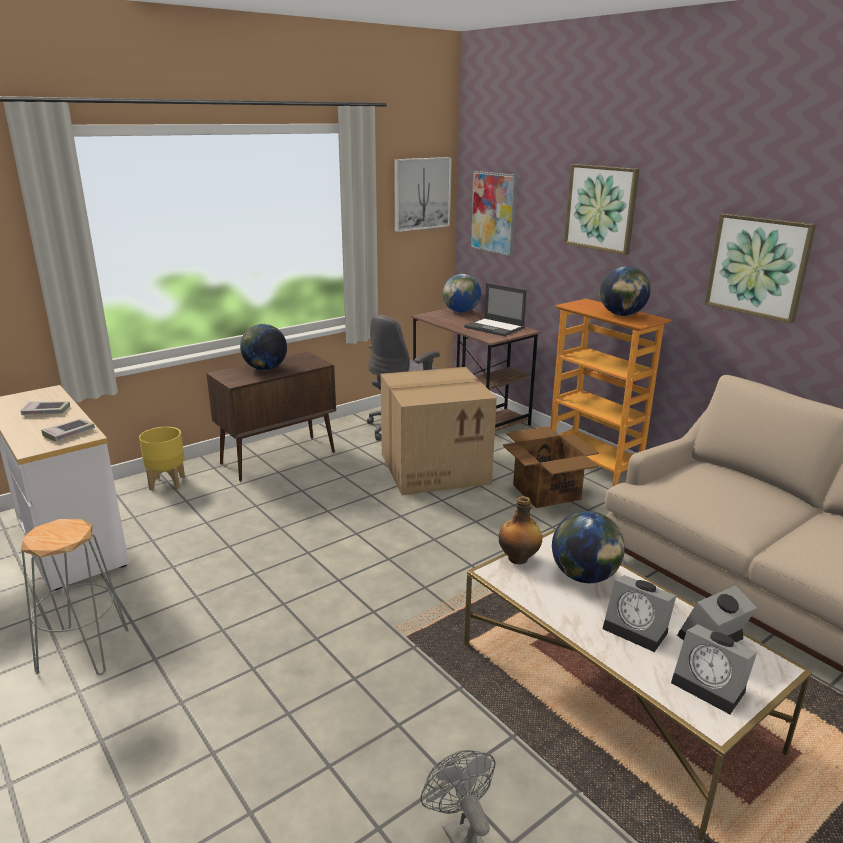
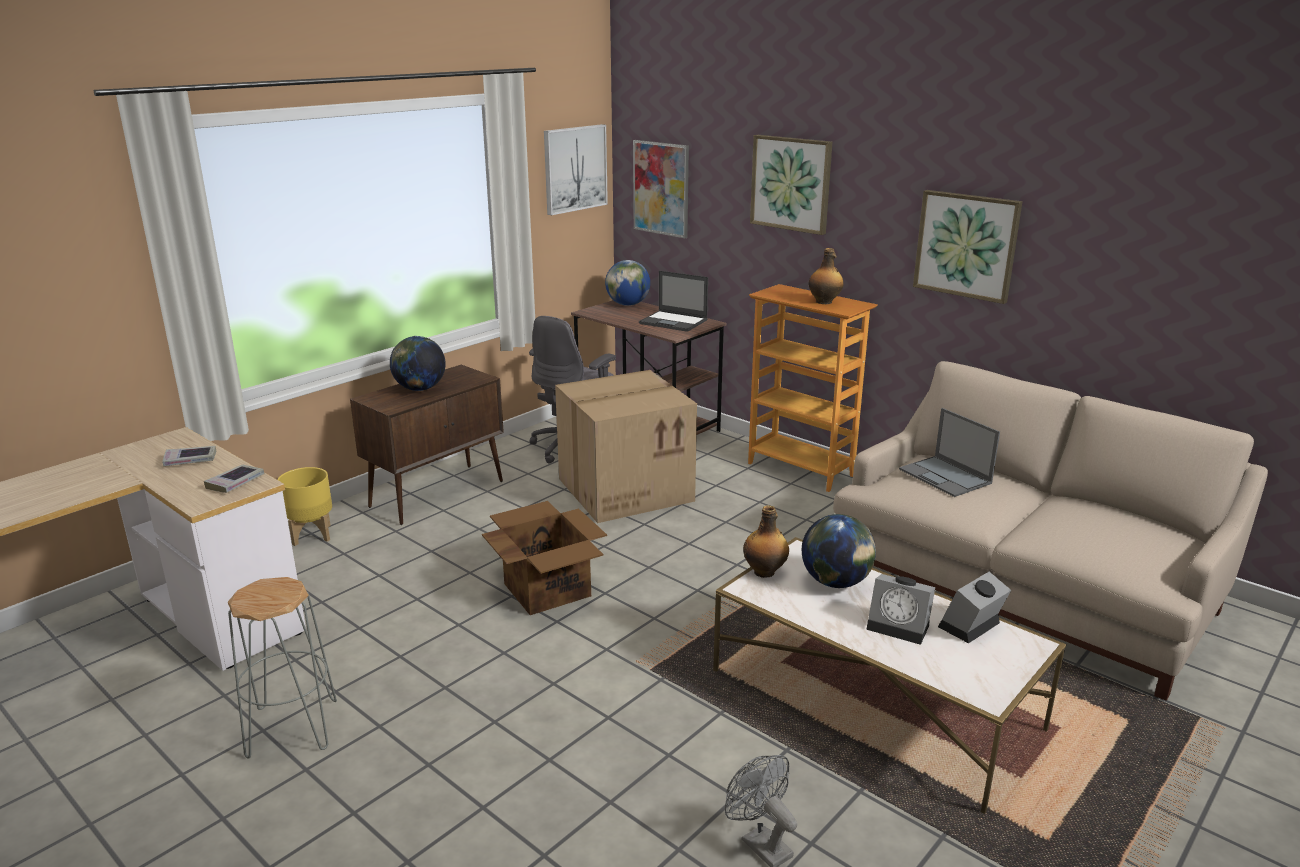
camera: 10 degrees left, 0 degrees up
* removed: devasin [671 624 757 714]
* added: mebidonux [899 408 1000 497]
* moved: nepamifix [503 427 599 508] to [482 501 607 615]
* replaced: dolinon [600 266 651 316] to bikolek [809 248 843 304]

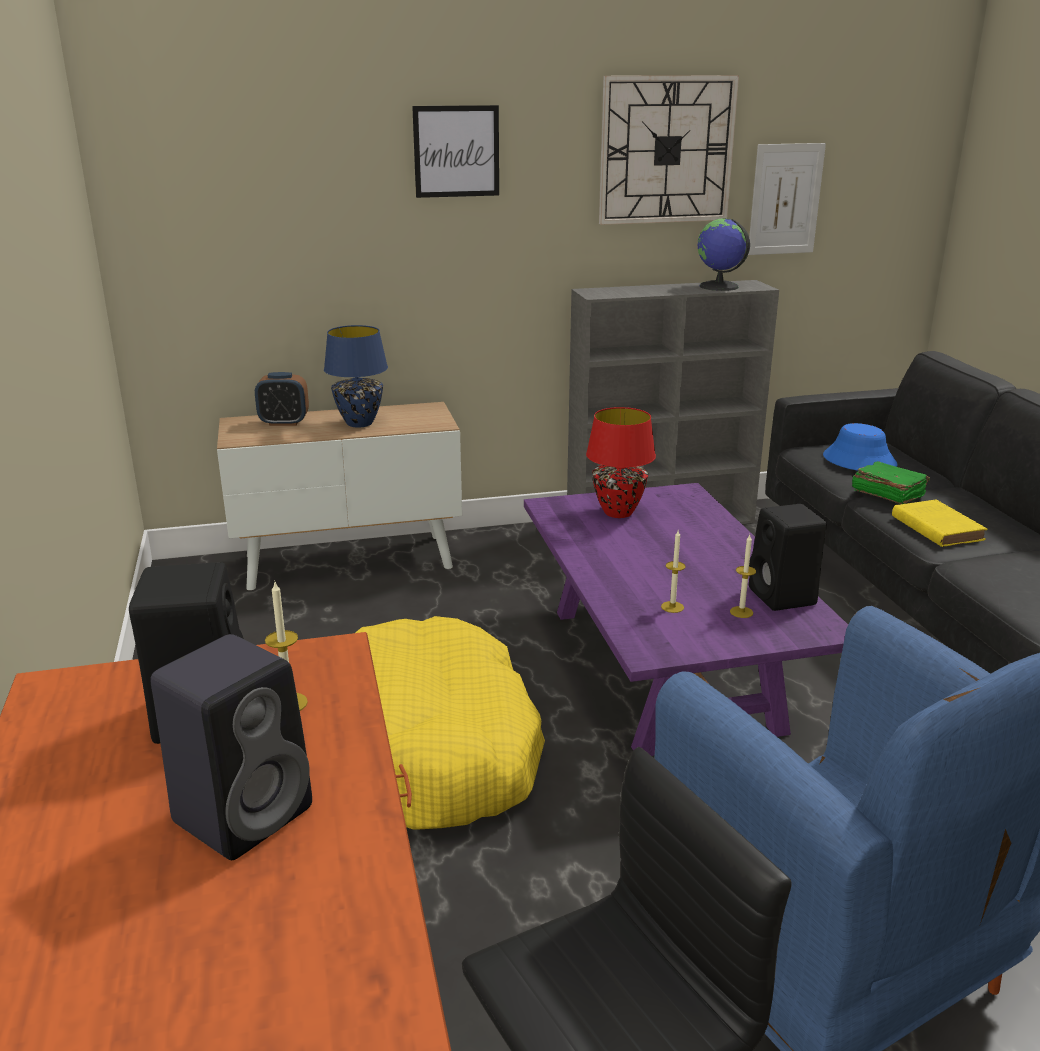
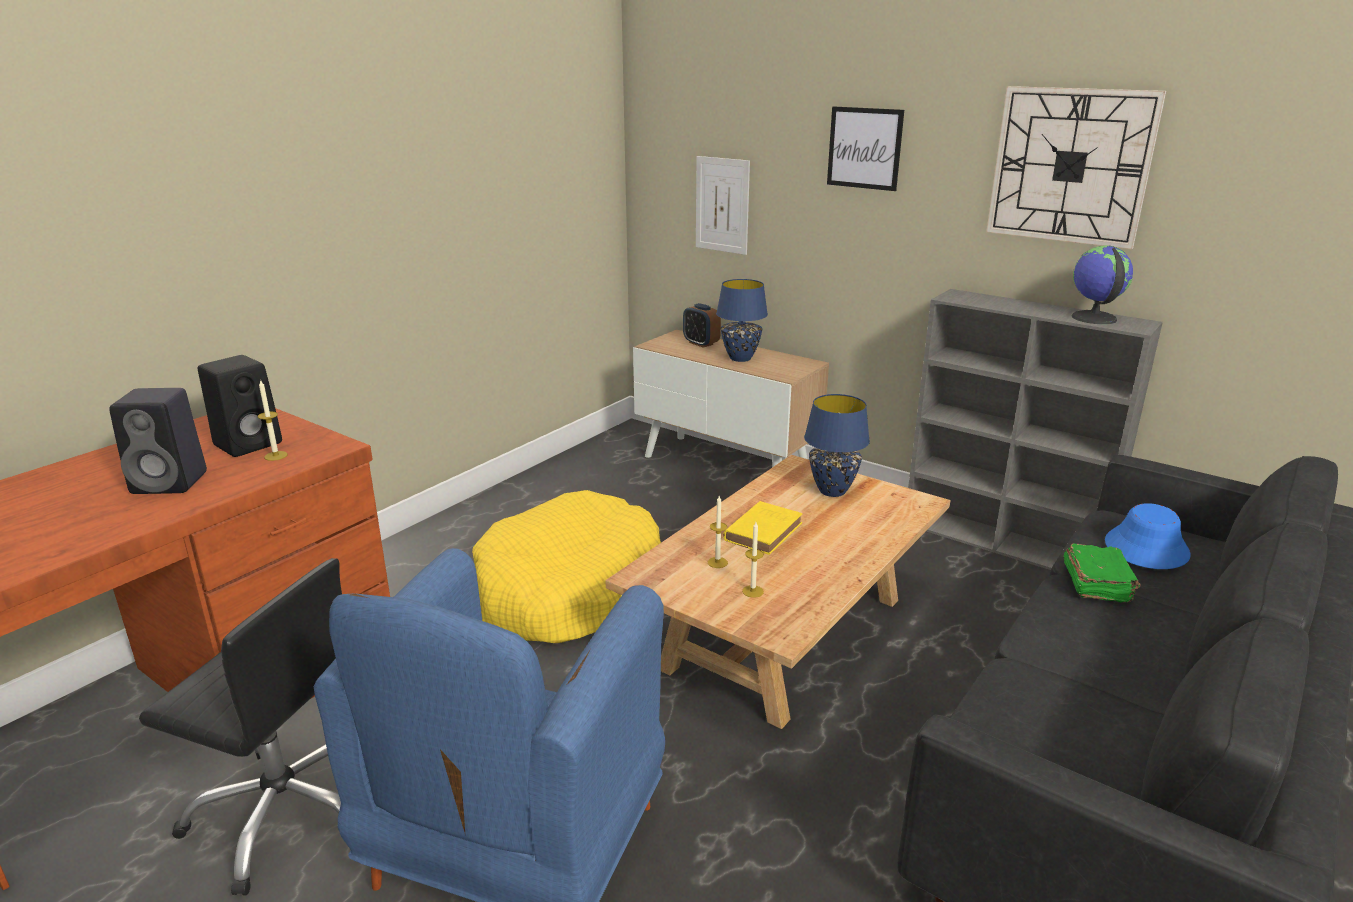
camera: 50 degrees right, 0 degrees up
* removed: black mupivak [749 504 827 611]
* moved: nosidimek [748 143 826 255] to [696 156 750 255]
* moved: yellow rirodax [892 500 987 547] to [723 501 802 555]
* recoloured: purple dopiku [524 483 848 756] to beige dopiku [605 455 950 729]
* recoloured: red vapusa [586 407 656 518] to blue vapusa [804 394 870 497]

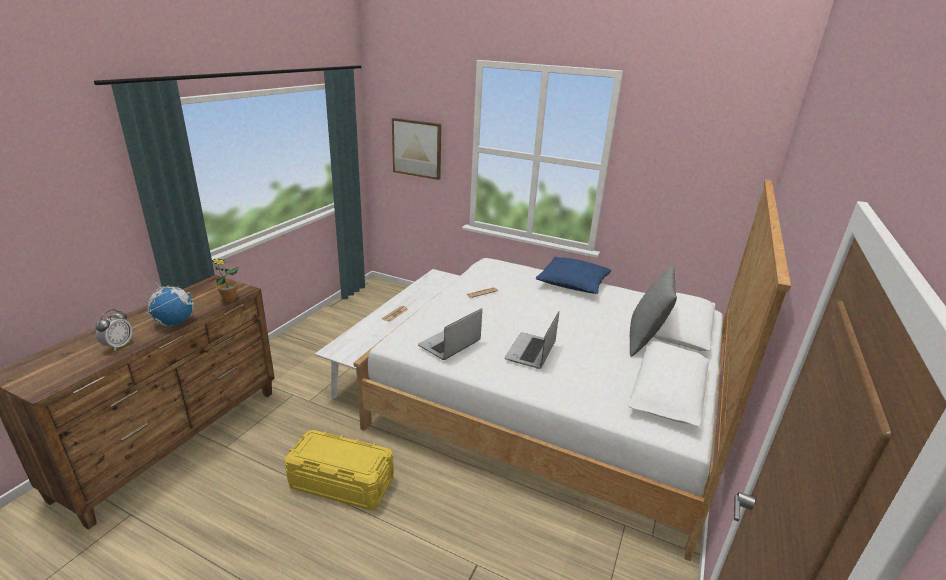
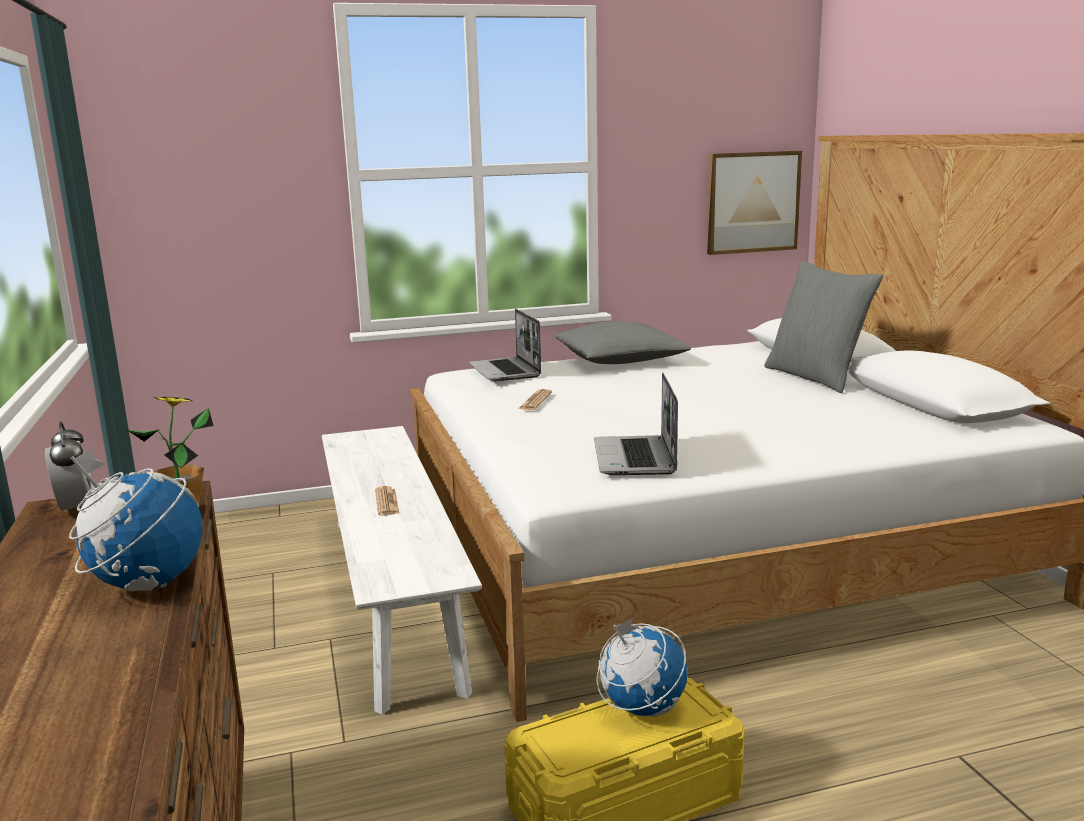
camera: 40 degrees left, 10 degrees down
* added: dolinon [596 618 687 717]
* moved: devasin [96 309 132 351] to [45 422 93 511]
* moved: nosidimek [392 118 441 180] to [707 151 802 255]
* moved: mebidonux [504 311 559 369] to [468 309 541 381]
* recoloured: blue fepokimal [535 257 611 294] to grey fepokimal [555 321 691 364]

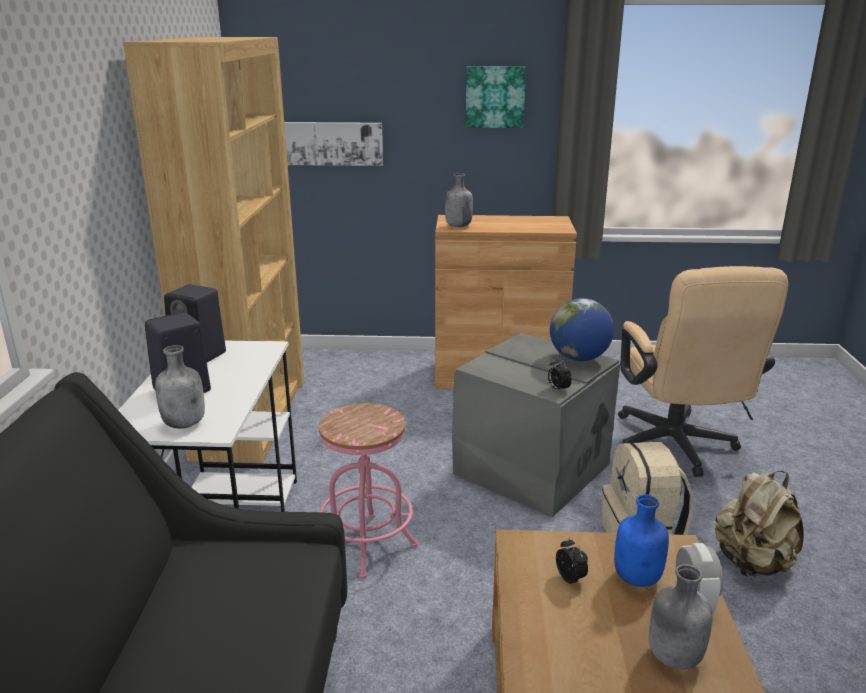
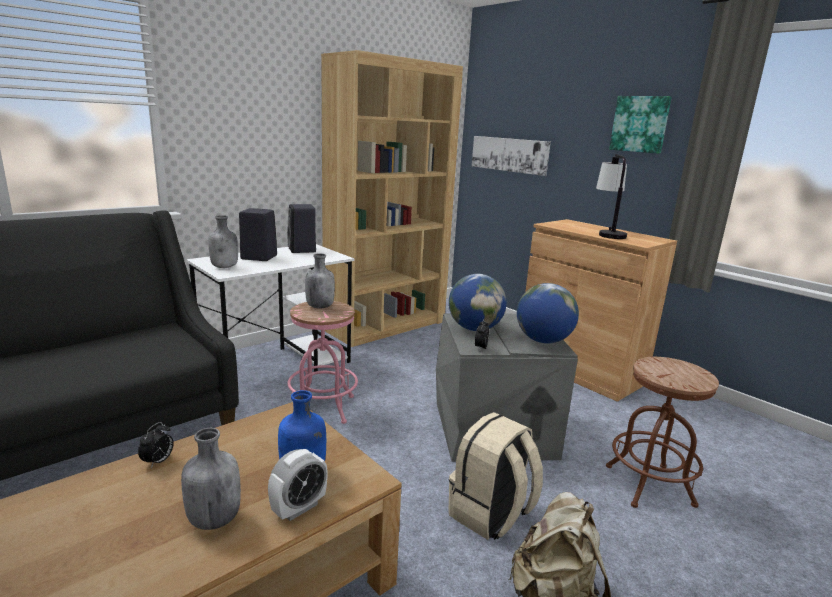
camera: 45 degrees right, 5 degrees down
* added: dolinon [449 274 507 331]
* added: vapusa [596 154 627 239]
* moved: grey bikolek [445 173 473 227] to [305 253 335 309]
* moved: devasin [556 538 588 585] to [138 422 174 468]
* replaced: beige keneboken [618 266 788 477] to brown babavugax [606 357 719 508]

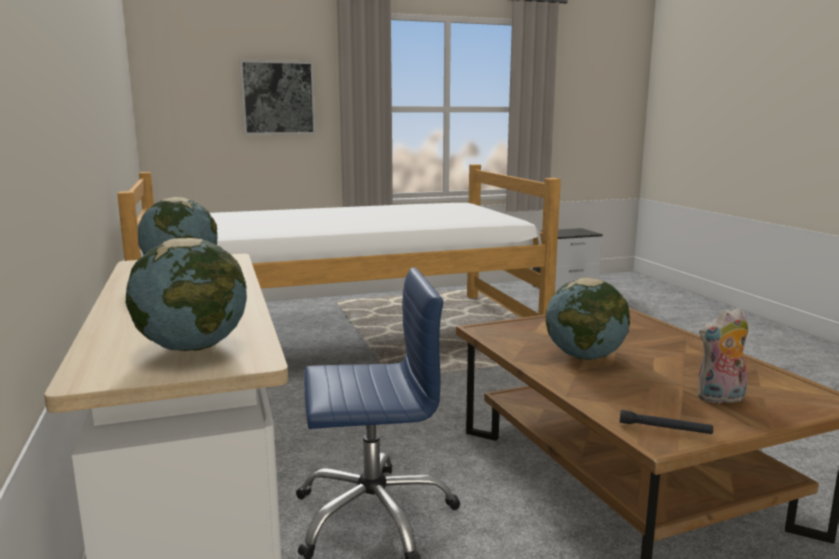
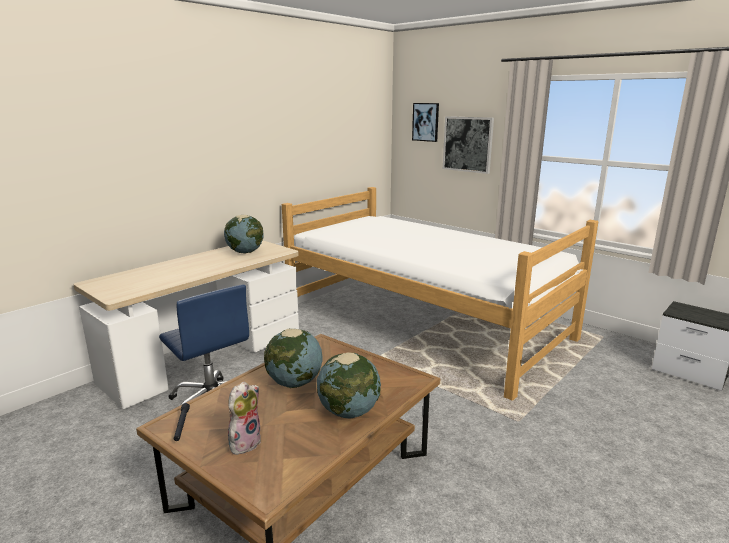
camera: 60 degrees right, 5 degrees up
* added: nosidimek [412 103 439 142]
* moved: dolinon [126 238 247 351] to [317 352 381 419]
* turned: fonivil [698 308 748 405] = [228 382 261 455] 75 degrees clockwise

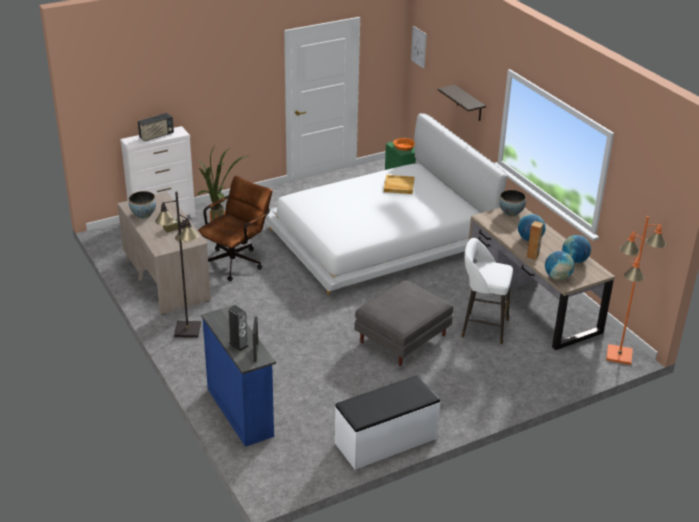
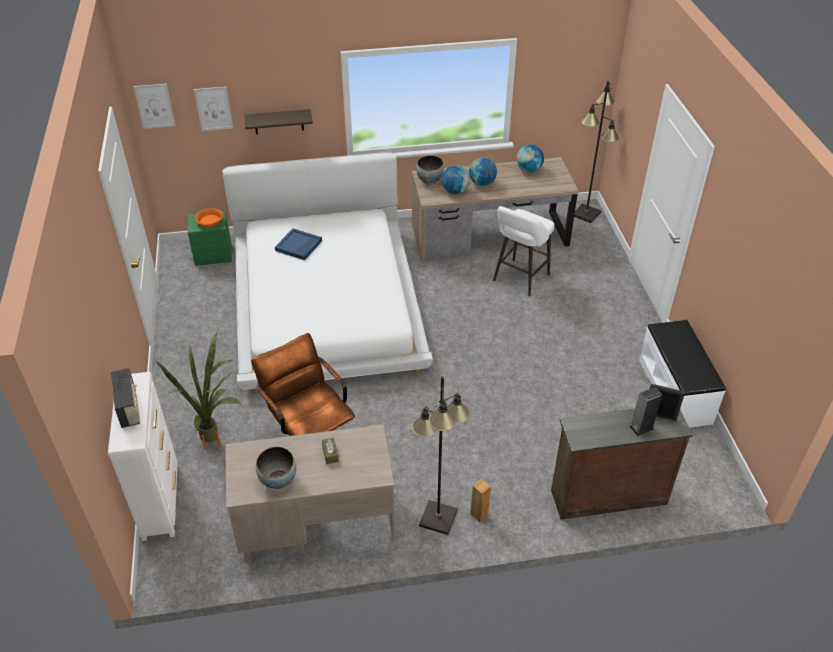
camera: 70 degrees left, 10 degrees up
* removed: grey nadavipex [355 281 453 366]
* added: nosidimek [194 87 233 131]
* moved: brown mupivak [527 221 544 260] to [470 479 491 522]
* moved: dolinon [545 251 574 280] to [442 165 470 194]
* recoloured: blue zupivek [201 305 276 447] to brown zupivek [551 408 693 520]
* recoloured: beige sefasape [384 175 414 194] to blue sefasape [275 228 322 260]
* recoloured: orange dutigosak [606 216 666 365] to black dutigosak [574 81 619 223]

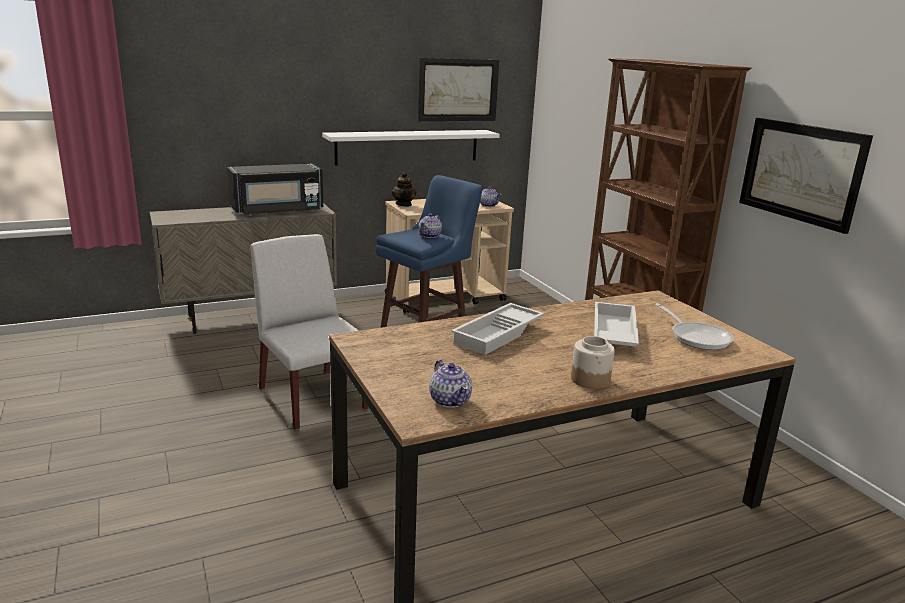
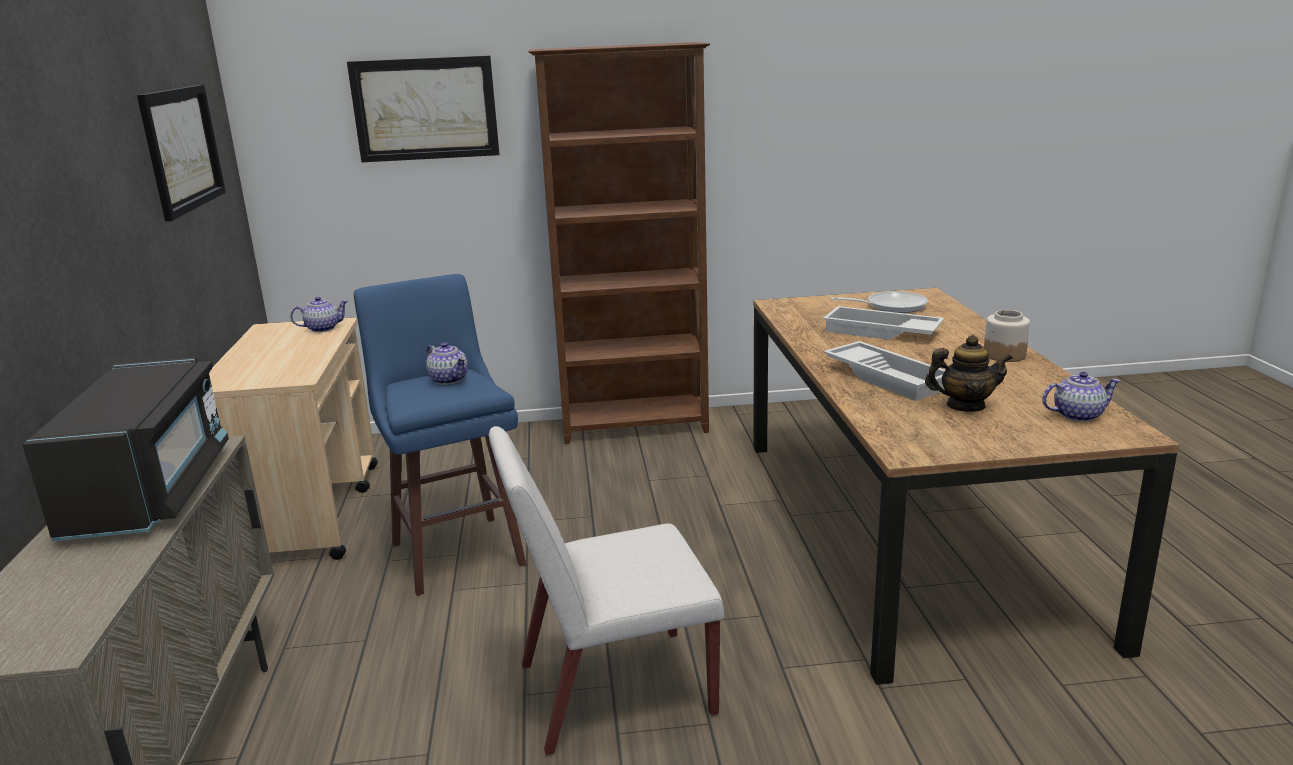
camera: 70 degrees left, 0 degrees up
* removed: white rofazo [322 130 500 165]
* moved: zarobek [392 172 416 206] to [925 335 1013 412]
* moved: nosidimek [739 118 873 234] to [347 55 500 162]

